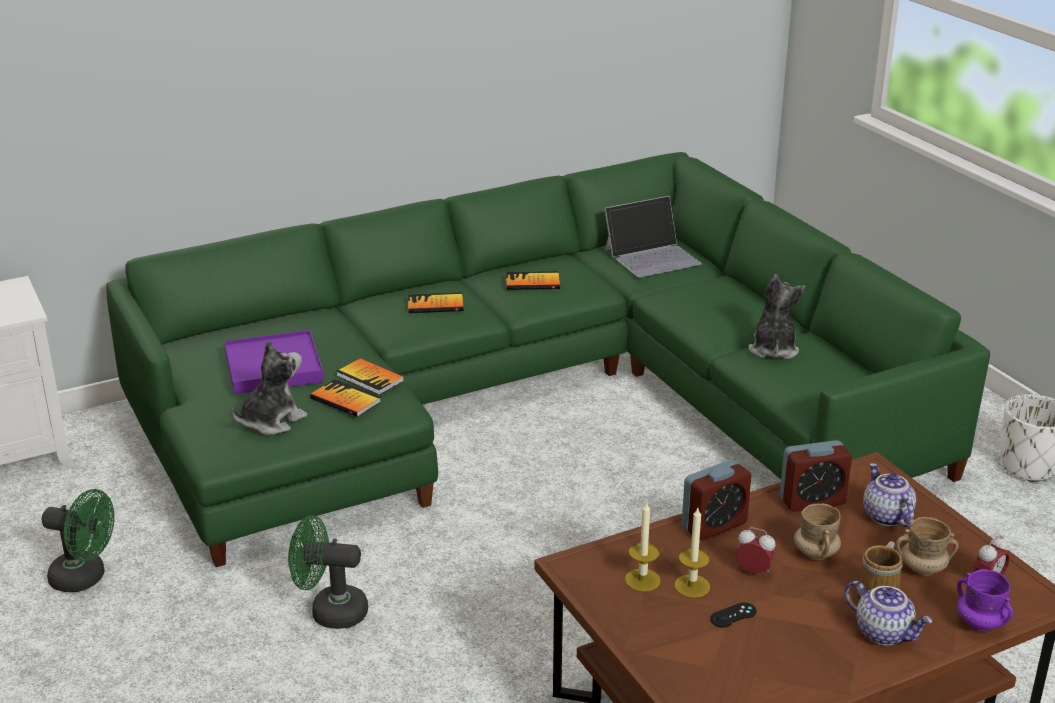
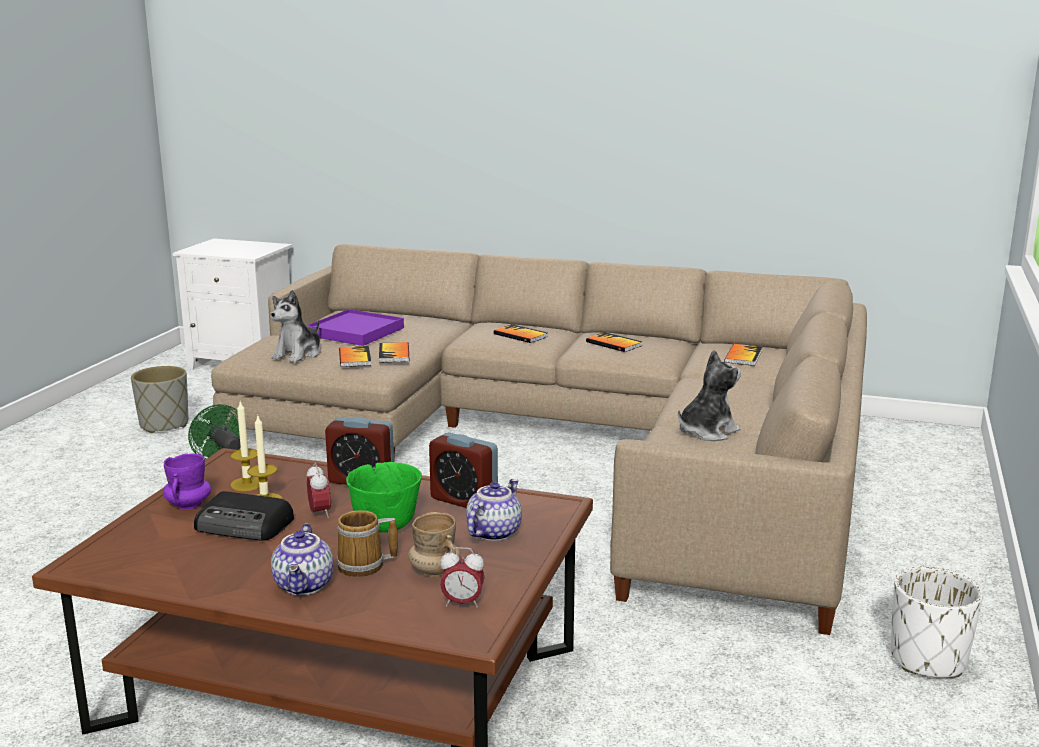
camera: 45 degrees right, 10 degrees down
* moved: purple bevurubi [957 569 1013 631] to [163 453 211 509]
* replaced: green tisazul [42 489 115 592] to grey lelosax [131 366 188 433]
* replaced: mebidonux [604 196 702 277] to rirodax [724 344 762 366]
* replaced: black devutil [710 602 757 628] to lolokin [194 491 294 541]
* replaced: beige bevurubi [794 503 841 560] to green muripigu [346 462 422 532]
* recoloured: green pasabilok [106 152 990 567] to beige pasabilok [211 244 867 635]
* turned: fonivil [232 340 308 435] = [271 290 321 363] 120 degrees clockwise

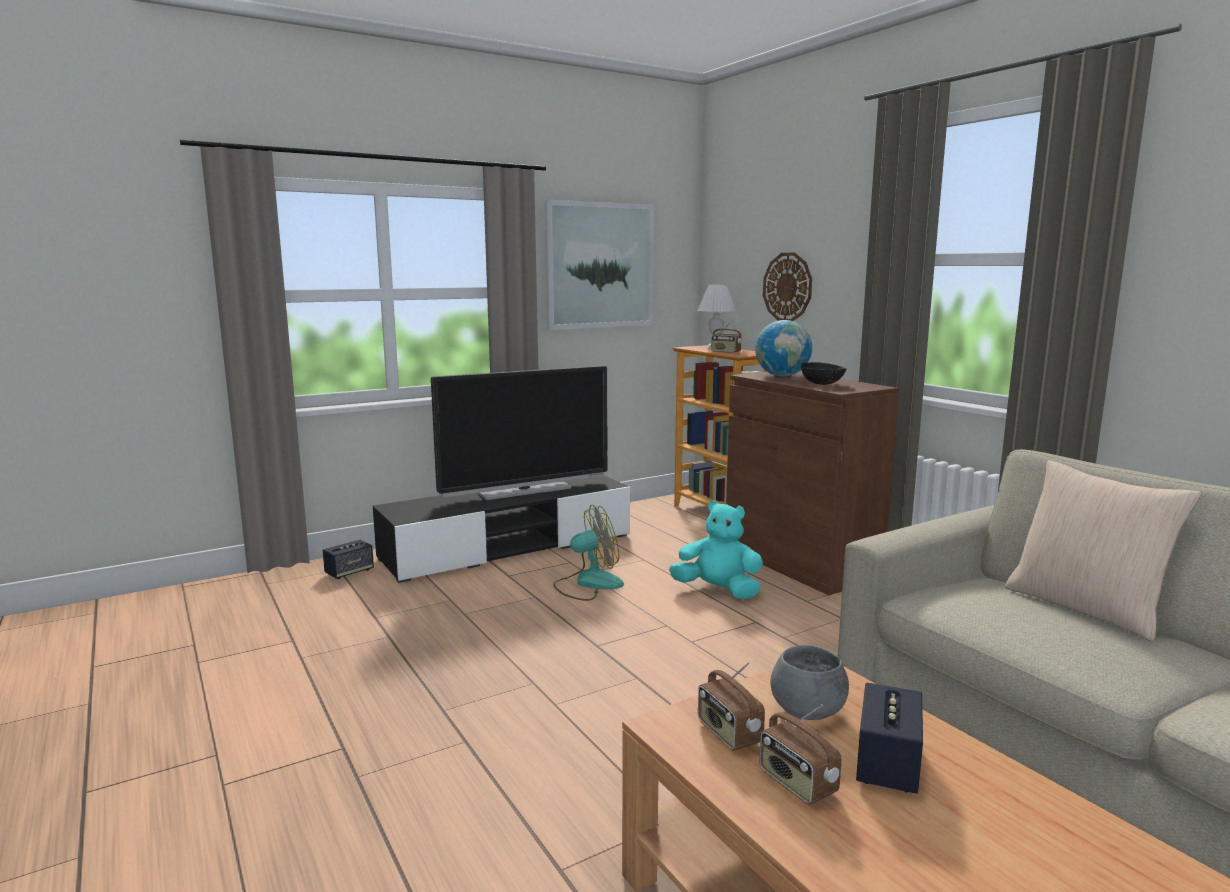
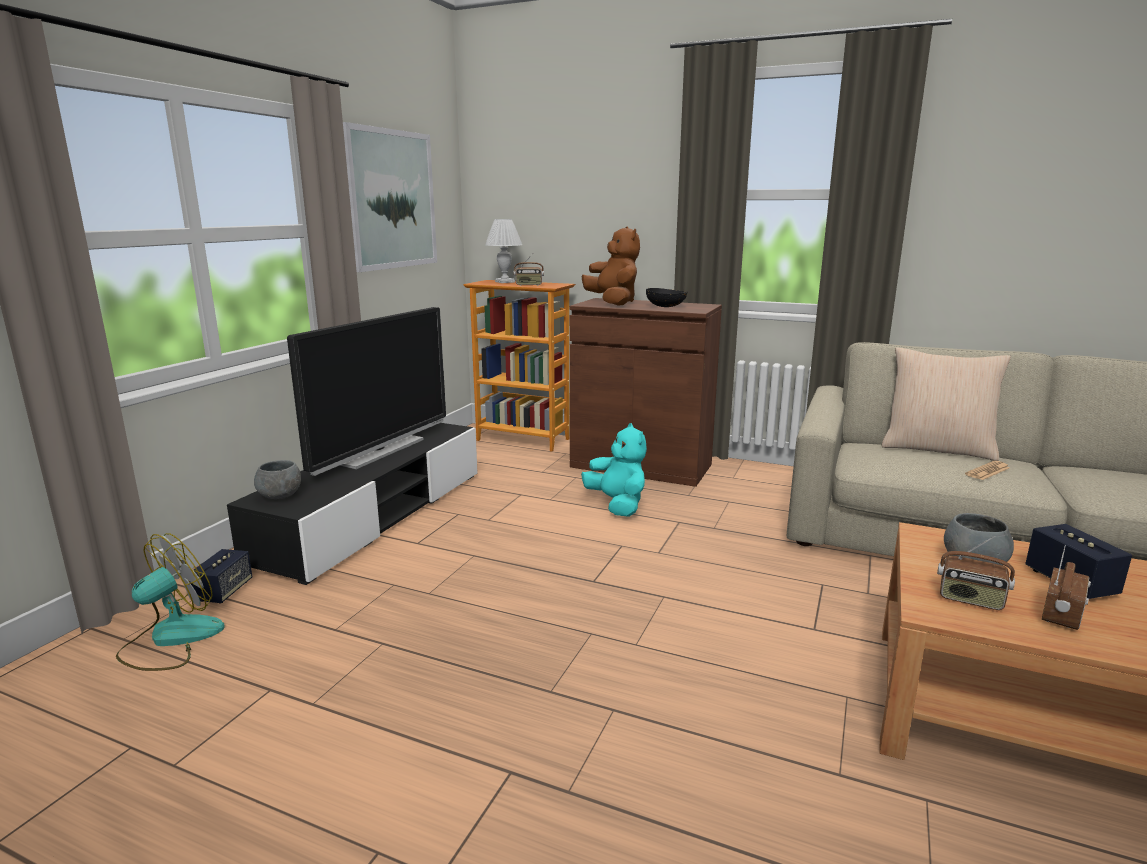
camera: 35 degrees left, 5 degrees up
* removed: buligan [763 253 812 321]
* added: grey muripigu [254 460 301 499]
* added: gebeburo [965 461 1010 480]
* moved: tisazul [553 505 624 601] to [116 533 225 671]
* replaced: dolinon [755 320 812 376] to brown fonivil [582 226 640 306]
* turned: turquoise fonivil [669 500 763 599] = [581 423 647 517] 75 degrees clockwise
* turned: lolokin [759 704 841 805] = [1042 545 1091 630] 75 degrees counterclockwise

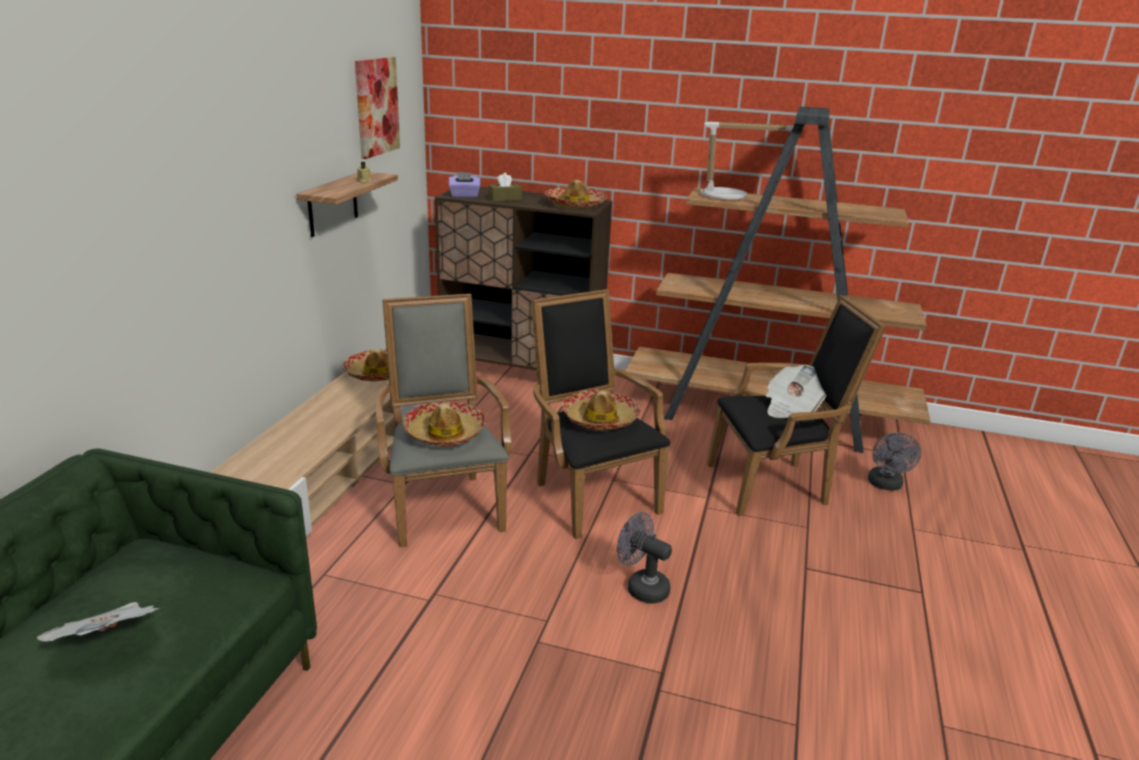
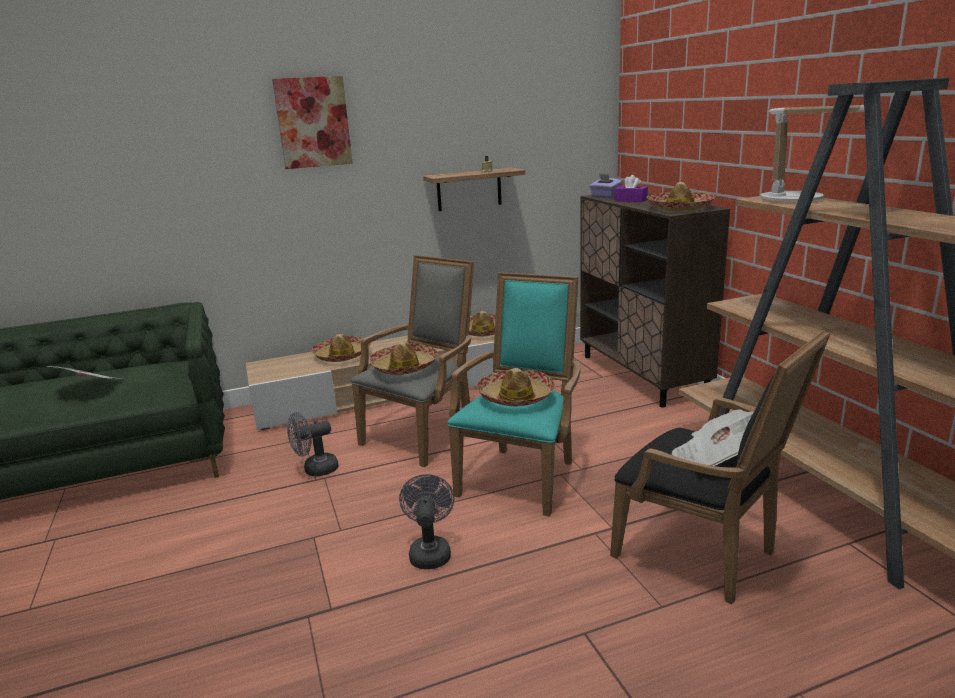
camera: 55 degrees right, 5 degrees down
* added: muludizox [312 334 371 362]
* moved: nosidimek [355 57 400 159] to [272 76 353 169]
* moved: grey tisazul [868 432 921 490] to [287 412 338 476]
* recoloured: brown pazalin [488 173 522 202] to purple pazalin [615 175 648 202]
* recoloured: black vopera [531 289 670 539] to turquoise vopera [447 272 581 517]

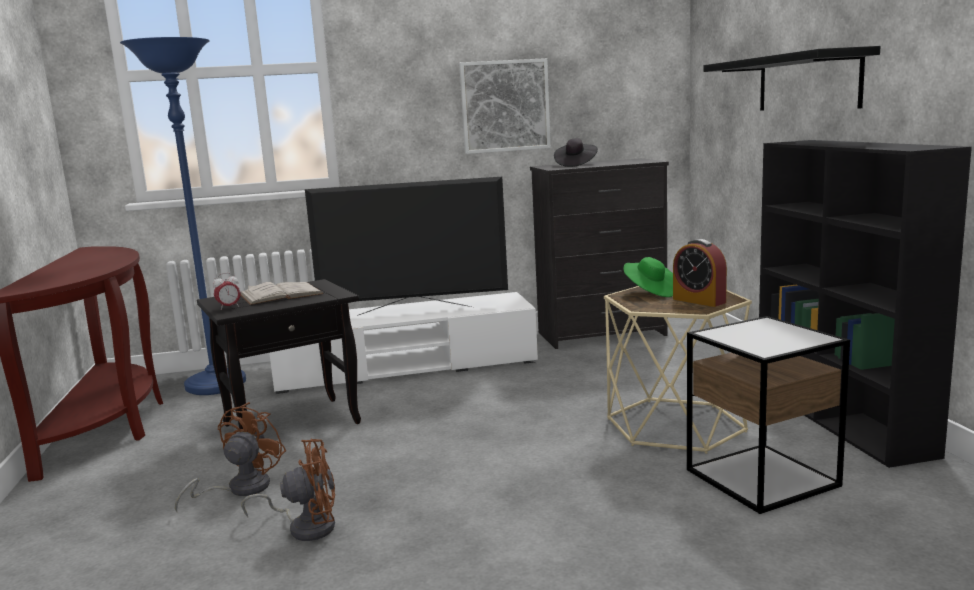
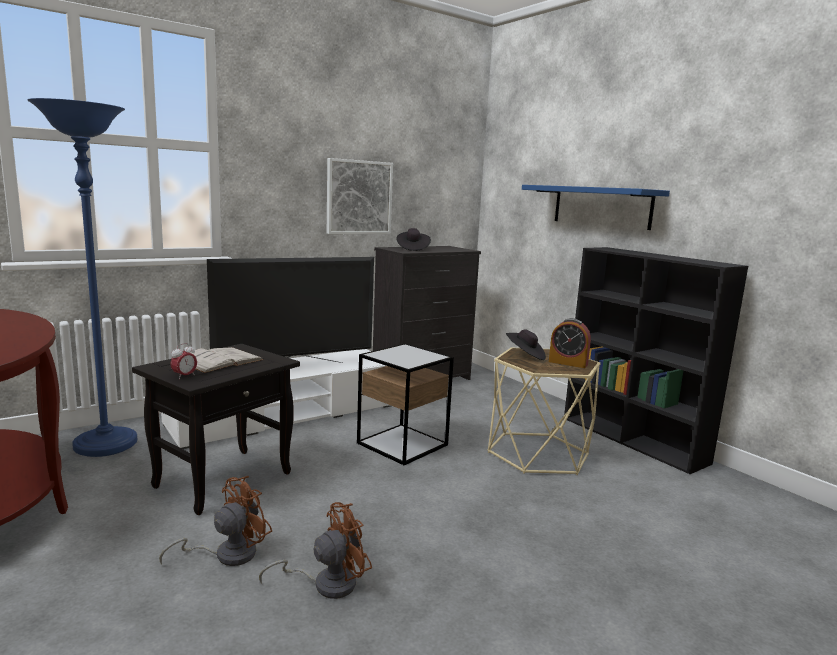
camera: 25 degrees left, 0 degrees up
* moved: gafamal [687 316 850 514] to [357 343 454 465]
* recoloured: green muludizox [624 257 673 297] to black muludizox [506 329 546 360]
* recoloured: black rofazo [704 46 881 111] to blue rofazo [522 185 670 230]
* turned: brown tisazul [175 402 286 512] = [159 476 272 566] 45 degrees clockwise

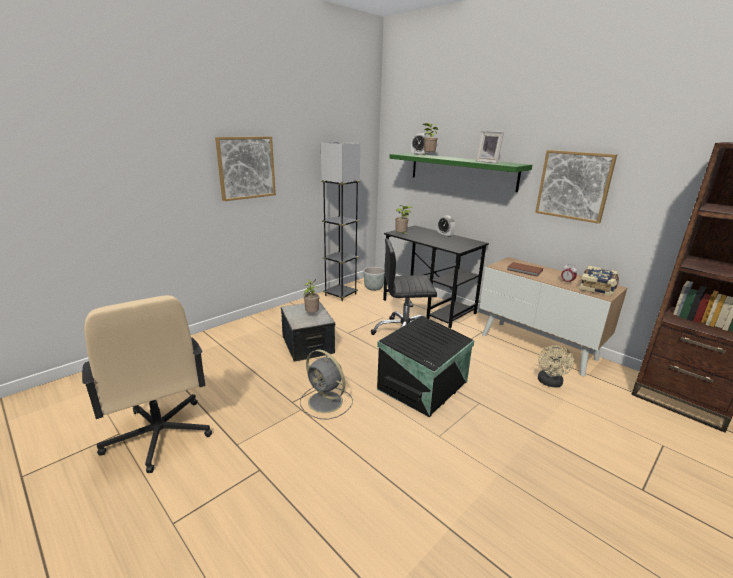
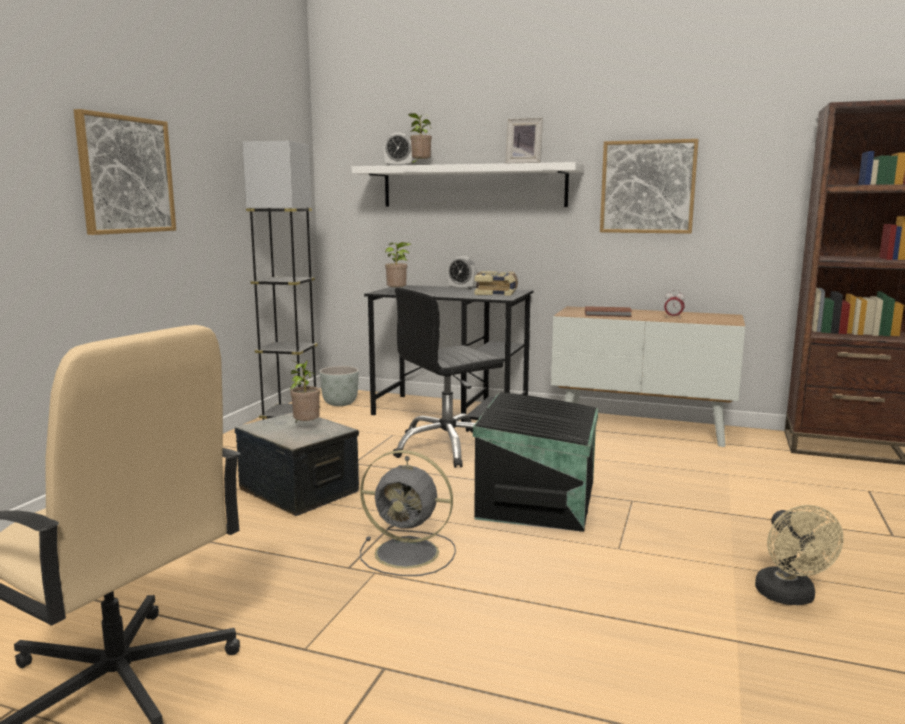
camera: 25 degrees left, 10 degrees down
* moved: beige tisazul [538 346 574 388] to [755 505 844 605]
* moved: rirodax [579 266 619 296] to [475 271 518 296]
* recoloured: green rofazo [389 153 532 192] to white rofazo [352 162 585 207]

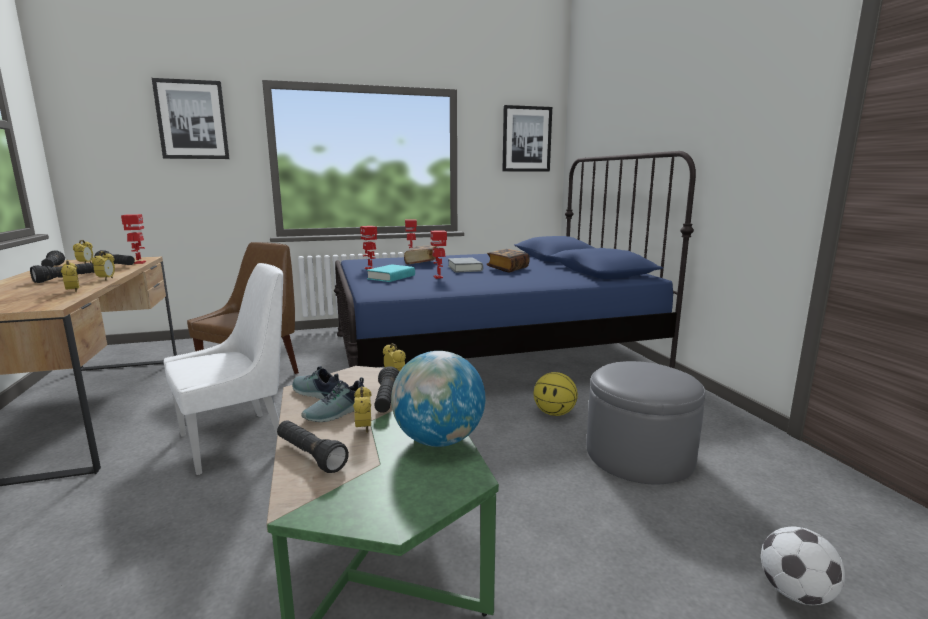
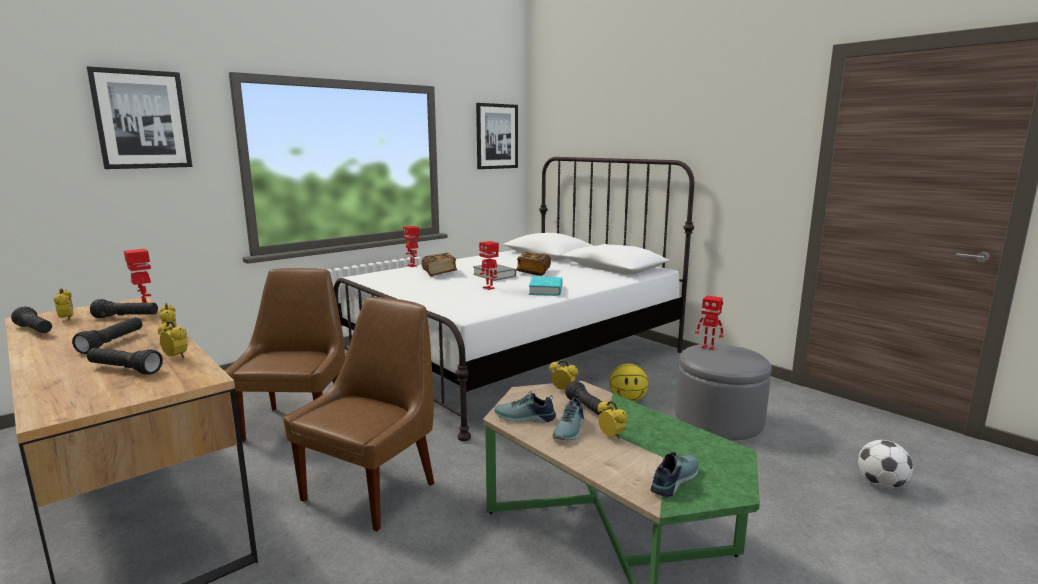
camera: 25 degrees left, 0 degrees up
* removed: dolinon [391 351 485 447]
* added: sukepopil [651 451 699 497]
* moved: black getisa [277 420 349 473] to [87 348 163 375]
* moved: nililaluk [360 226 377 270] to [695 296 724 350]
* moved: turquoise rirodax [367 264 415 282] to [529 277 563 296]
* recoloured: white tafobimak [164 263 283 475] to brown tafobimak [283 297 434 531]
* recoloured: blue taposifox [334 151 696 369] to white taposifox [334 157 694 441]

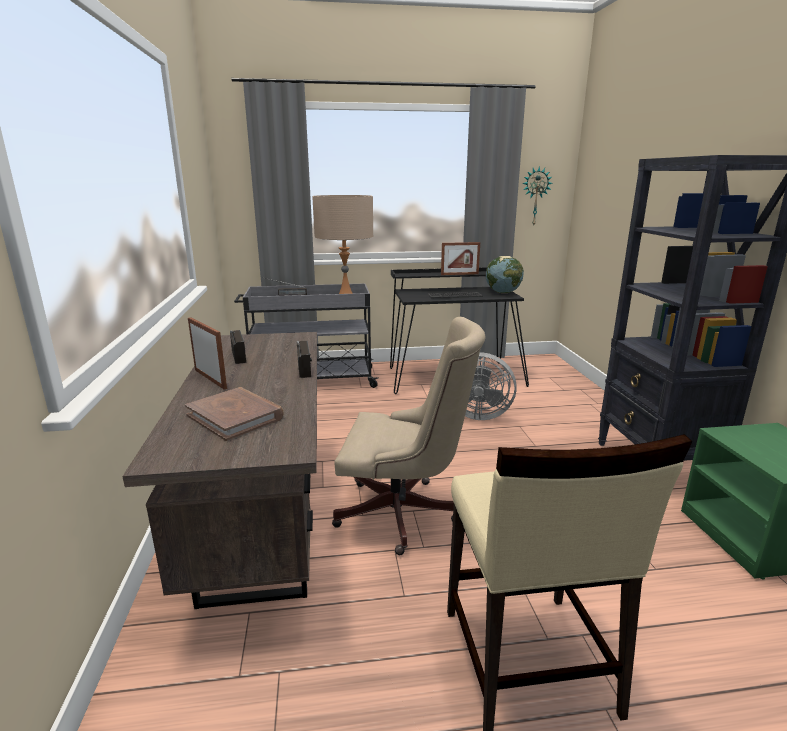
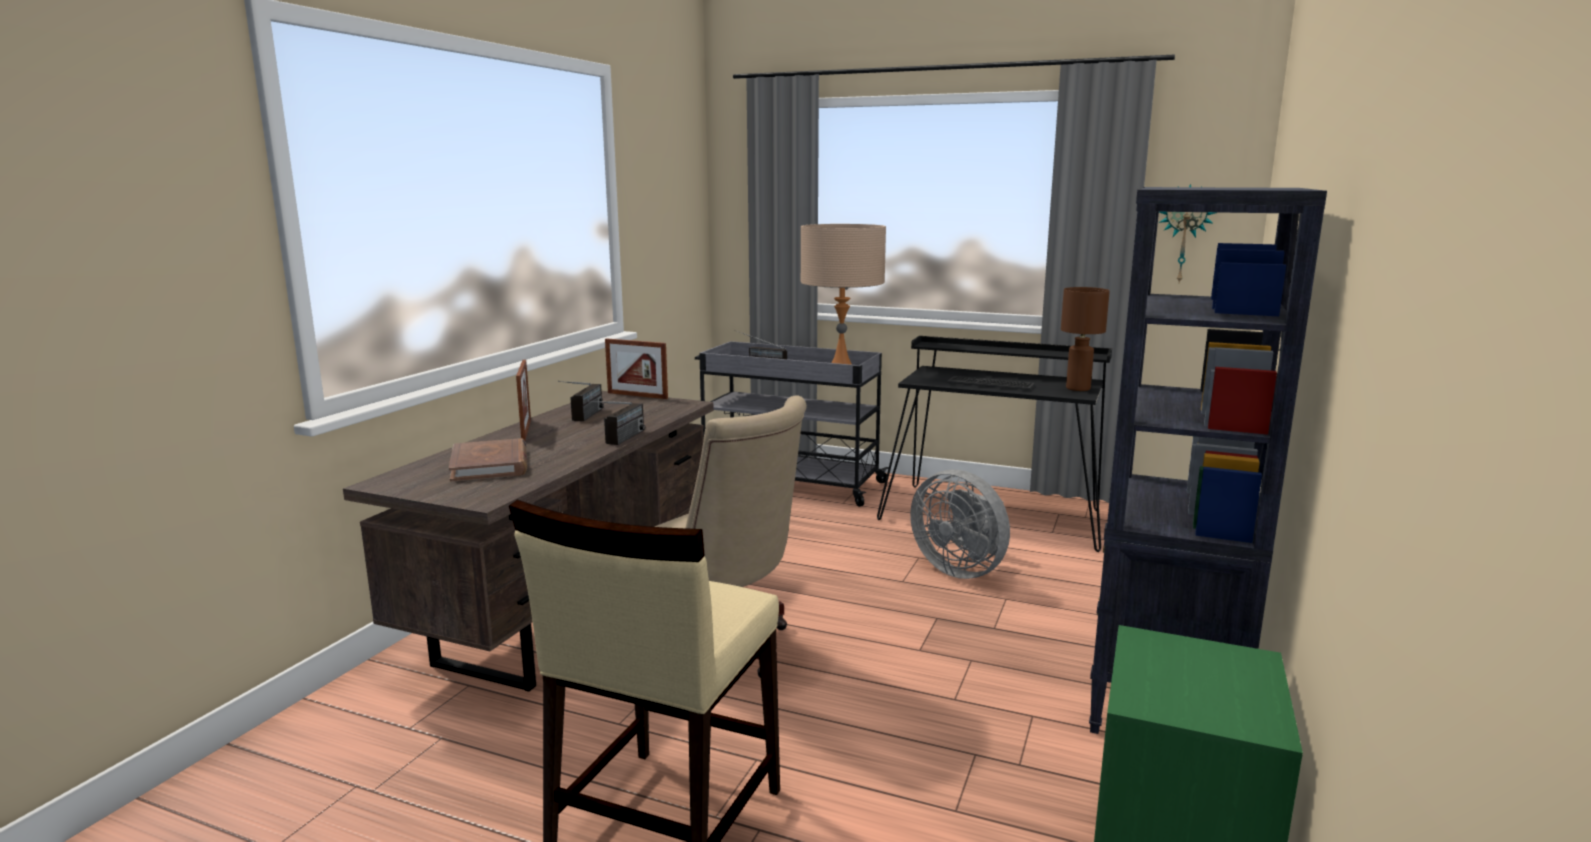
camera: 30 degrees right, 5 degrees down
* moved: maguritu [441 242 480 275] to [605 338 668 399]
* replaced: dolinon [486 256 524 293] to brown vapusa [1061 287 1110 391]

